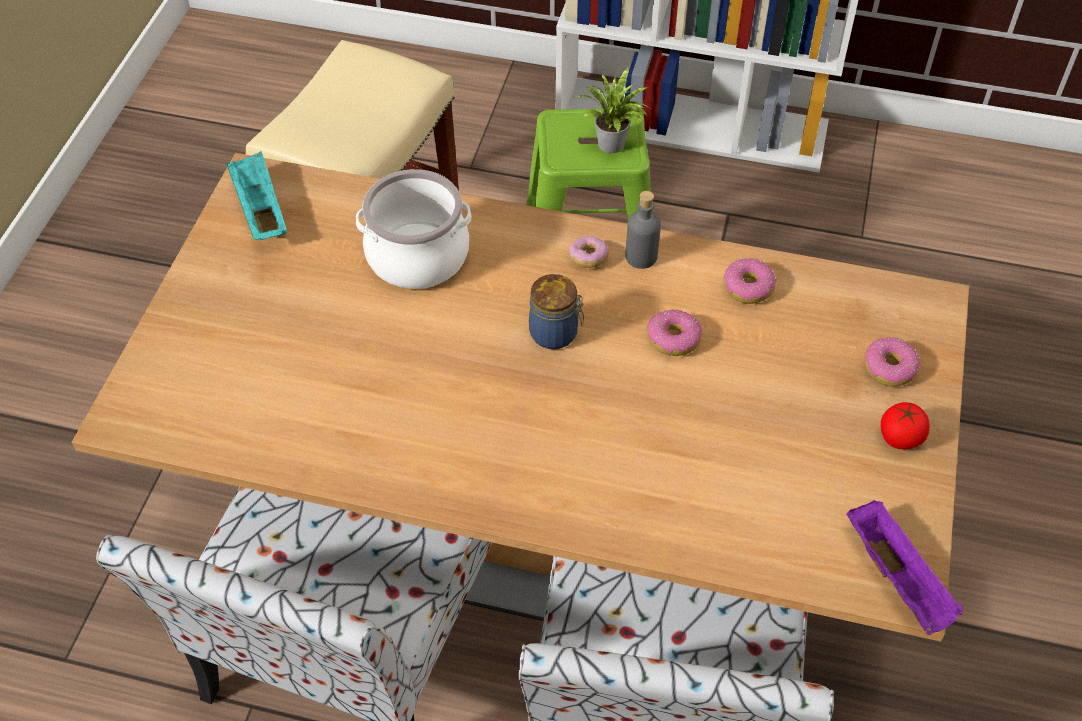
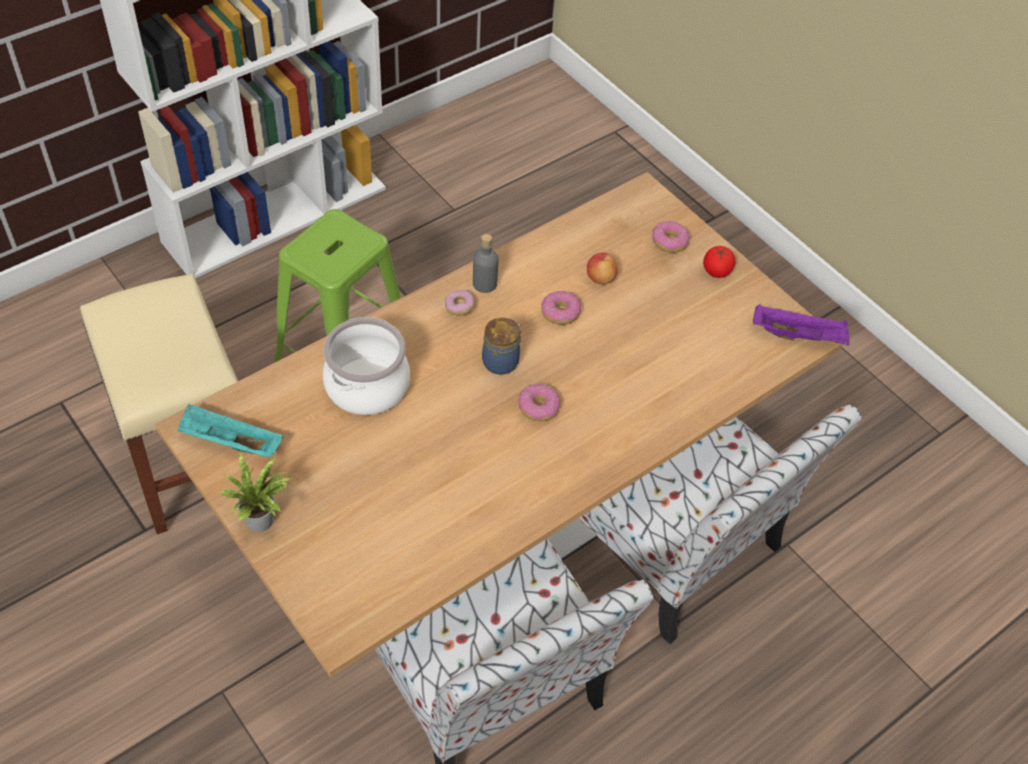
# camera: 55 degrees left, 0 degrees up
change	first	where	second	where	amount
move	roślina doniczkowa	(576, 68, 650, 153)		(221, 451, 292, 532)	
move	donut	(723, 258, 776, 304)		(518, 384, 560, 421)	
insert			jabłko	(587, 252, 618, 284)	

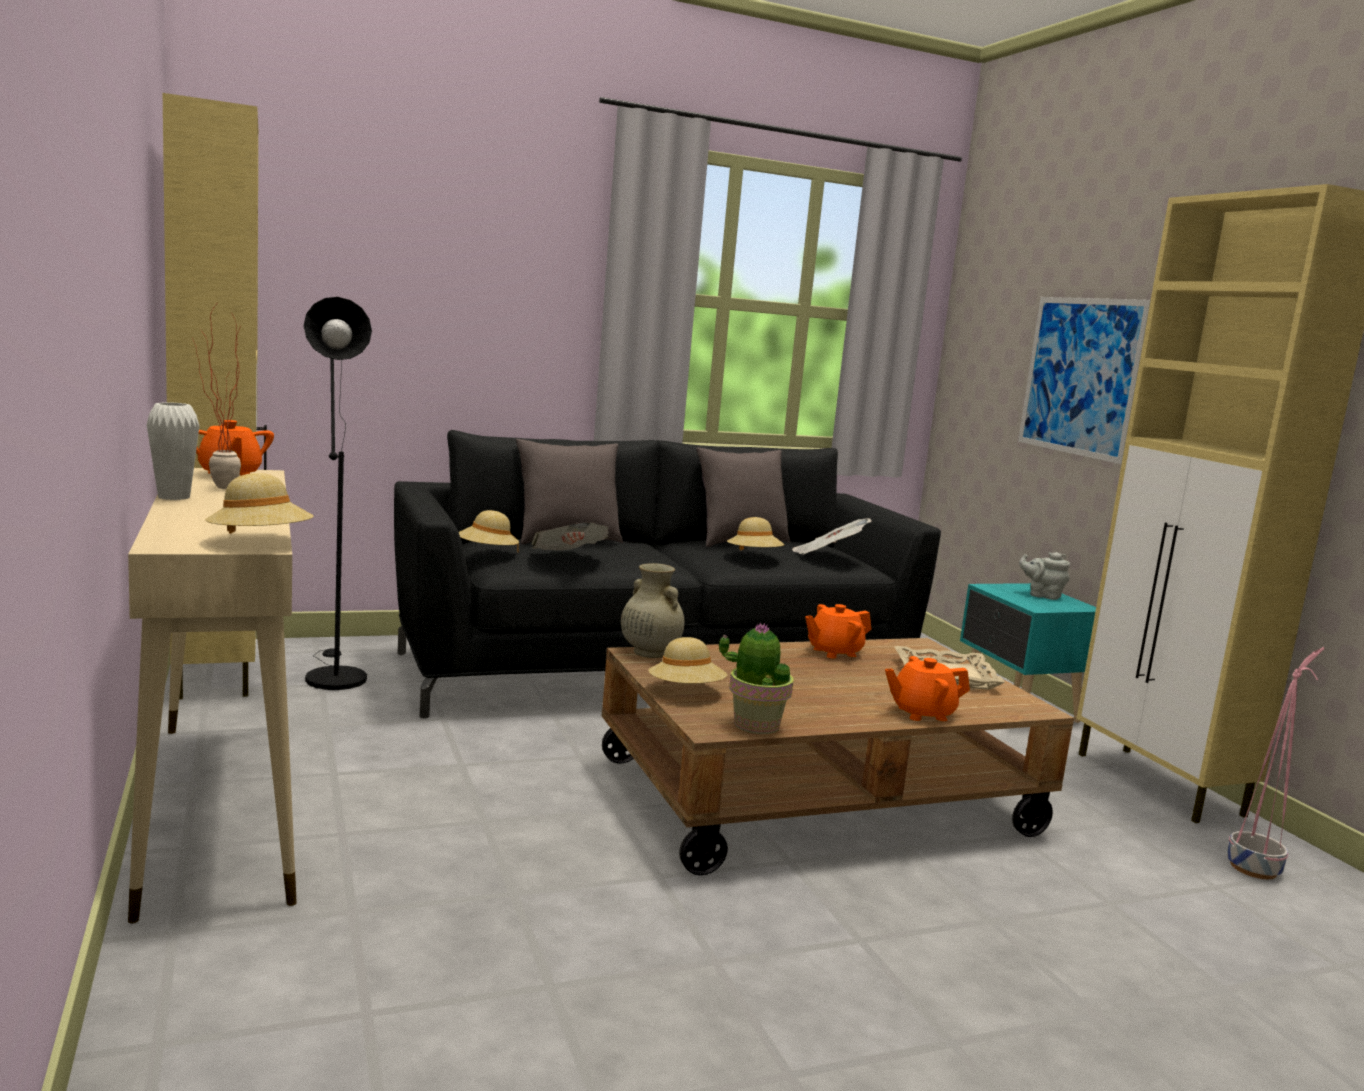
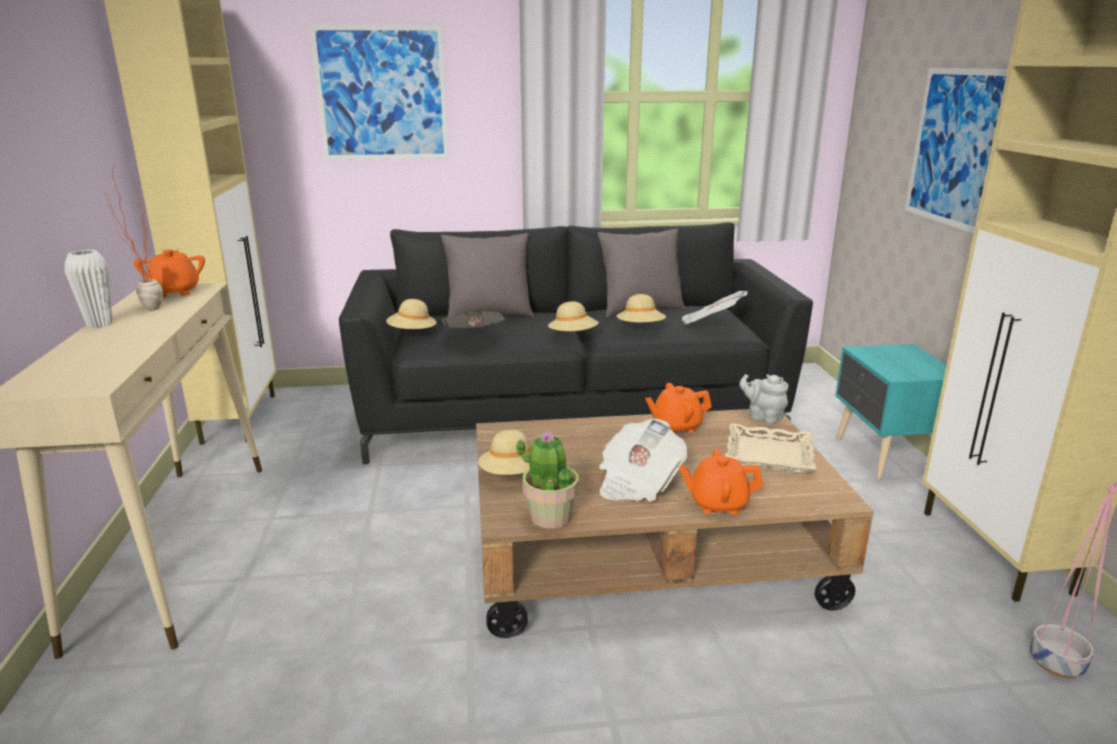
# camera: 15 degrees right, 10 degrees up
change	first	where	second	where	amount
move	kapelusz (beżowy)	(205, 473, 314, 534)		(548, 301, 599, 331)	
delete	lampa stojąca (czarny)	(304, 297, 372, 690)			
delete	wazon (beżowy)	(621, 563, 685, 658)			
move	imbryk (szary)	(1019, 552, 1070, 600)		(739, 374, 789, 424)	
insert			obraz	(309, 25, 449, 160)	
insert			gazeta	(599, 419, 687, 501)	

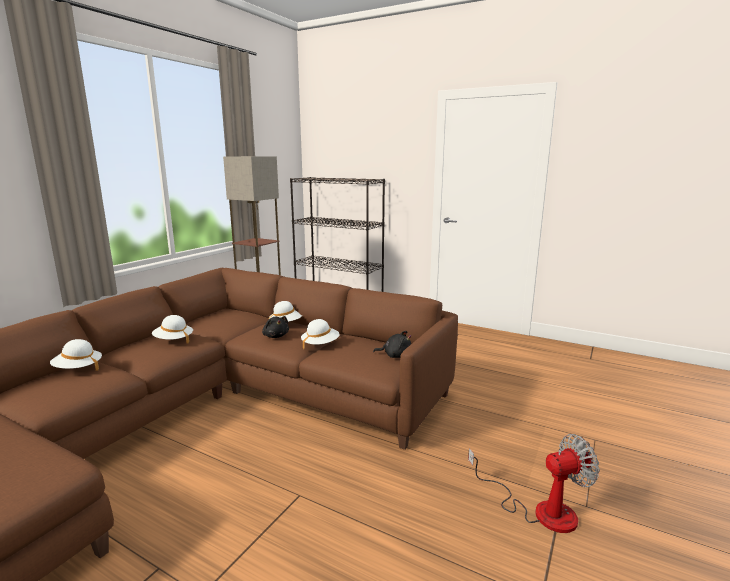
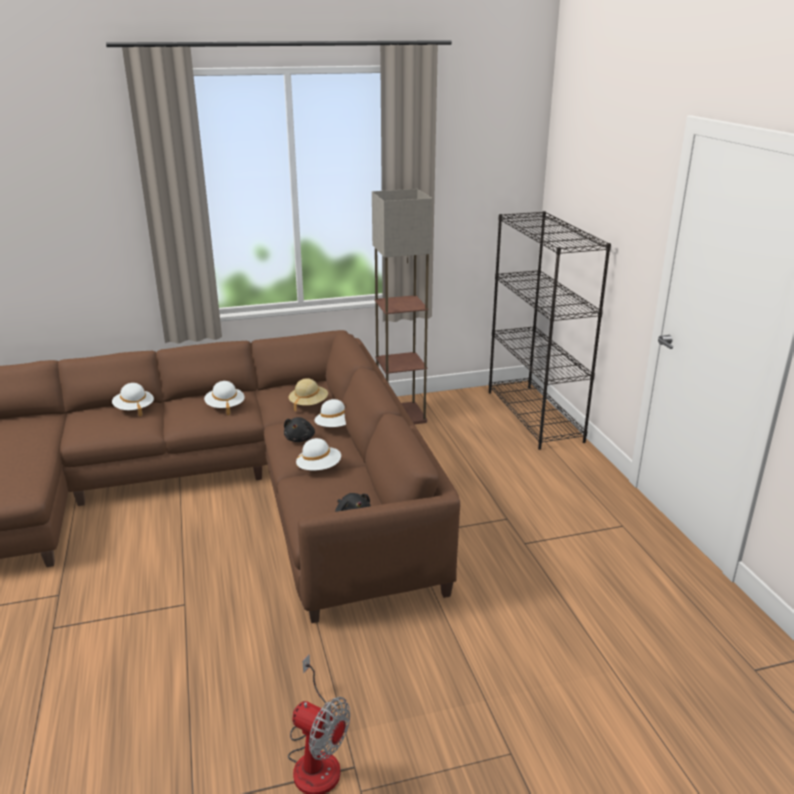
# camera: 45 degrees right, 10 degrees up
change	first	where	second	where	amount
insert			kapelusz (beżowy)	(289, 378, 328, 411)	

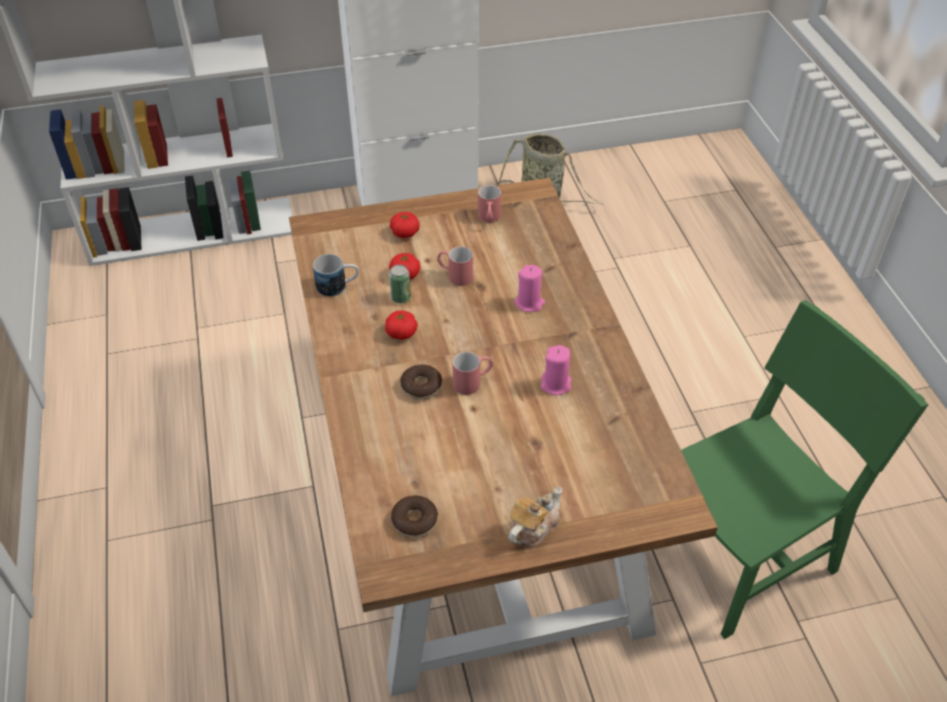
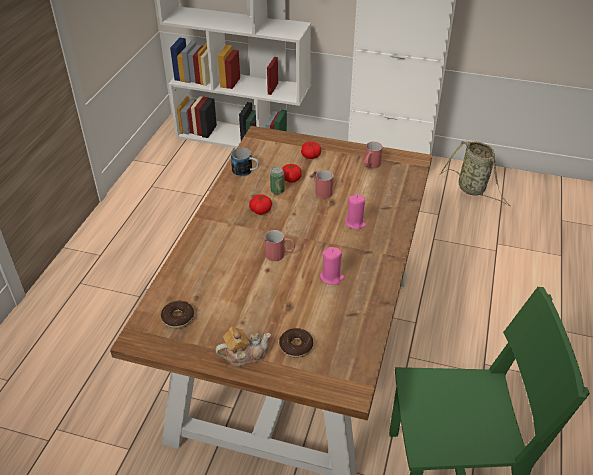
# camera: 30 degrees right, 5 degrees down
change	first	where	second	where	amount
move	donut	(400, 364, 442, 399)		(279, 328, 313, 358)	

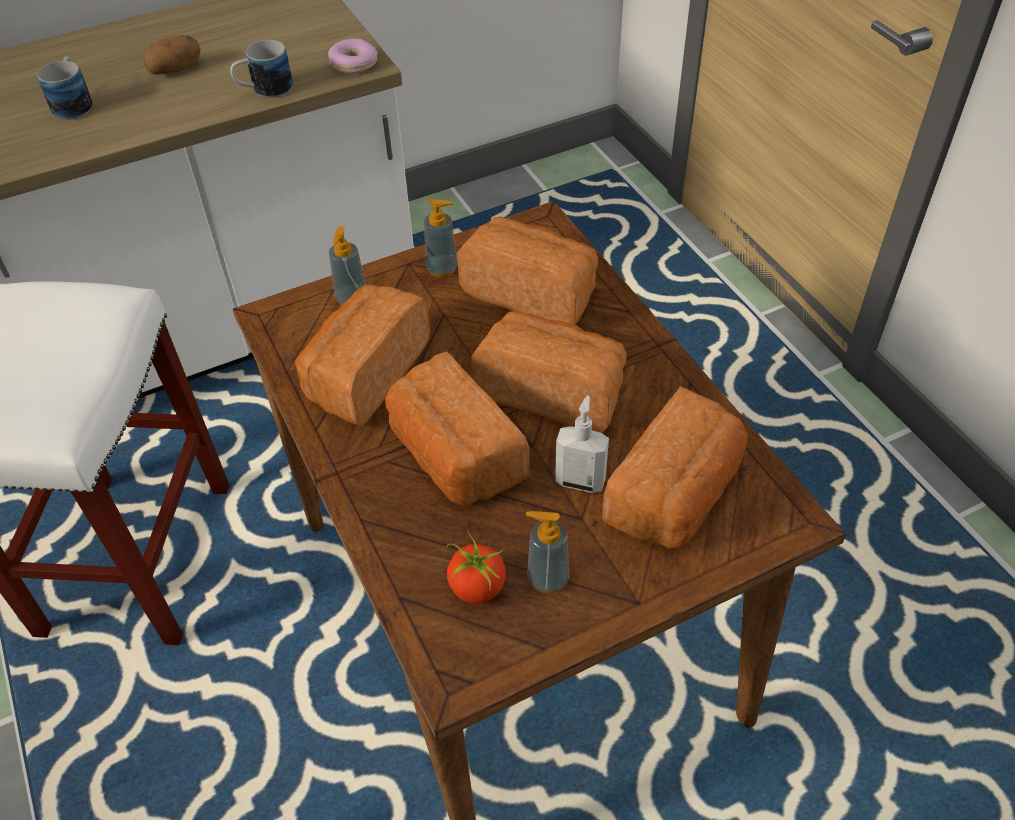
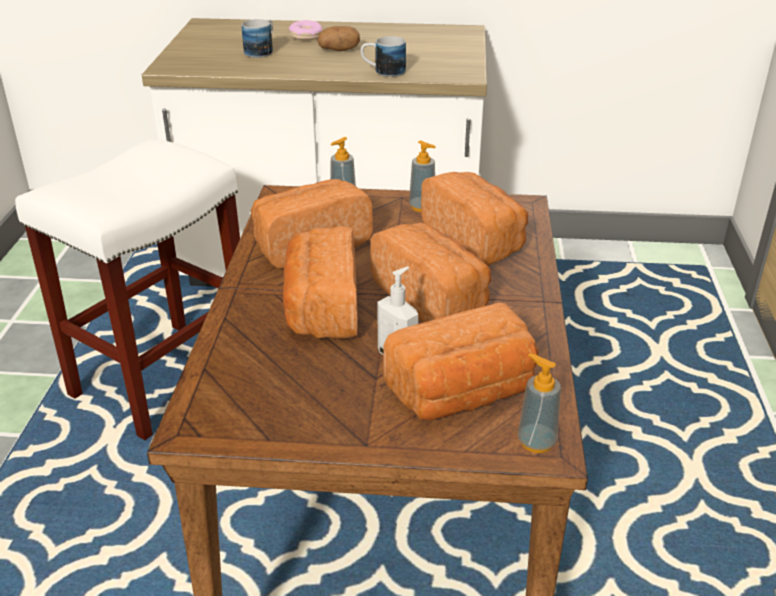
# camera: 30 degrees right, 15 degrees down
change	first	where	second	where	amount
move	donut	(328, 39, 378, 74)		(289, 20, 322, 40)	
delete	pomidor	(447, 530, 506, 604)			
move	dozownik mydła	(526, 511, 569, 593)		(518, 353, 561, 453)	

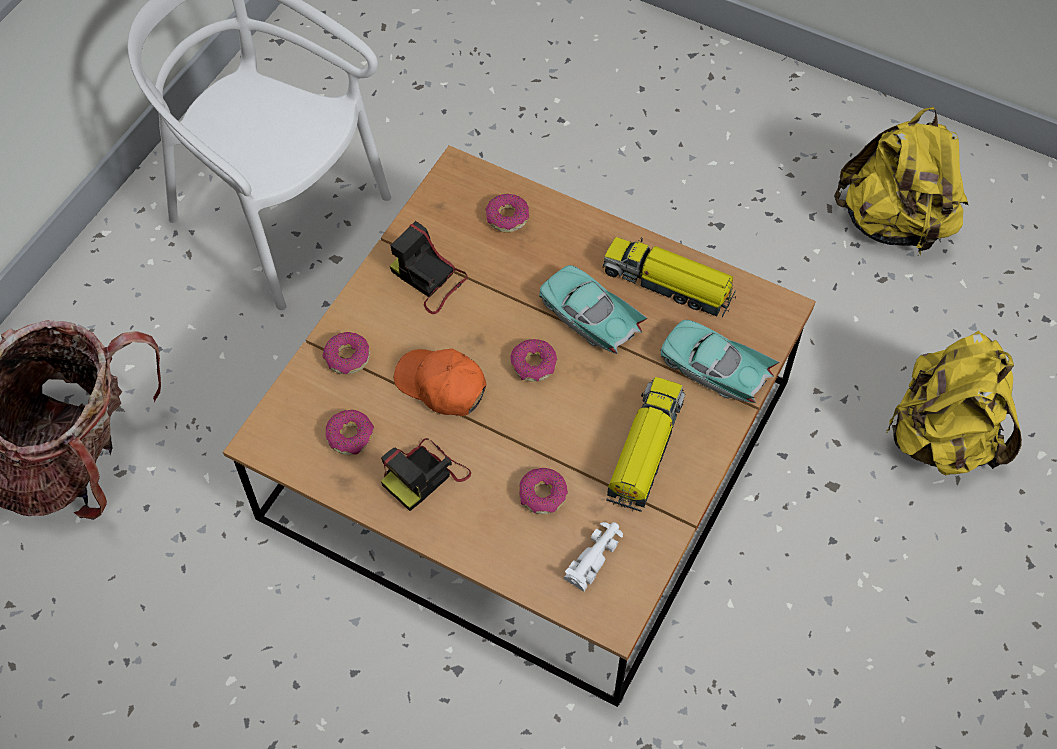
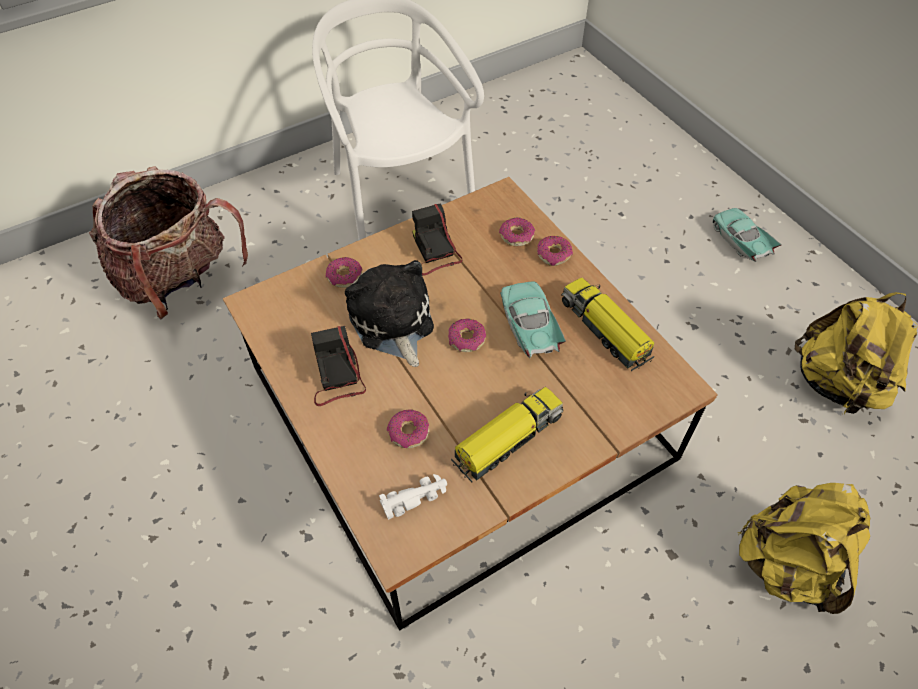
# camera: 30 degrees right, 5 degrees down
change	first	where	second	where	amount
move	donut	(326, 410, 374, 455)		(537, 236, 573, 266)	
rotate	aparat fotograficzny	(381, 438, 471, 511)		(311, 326, 366, 406)	90 degrees clockwise
replace	czapka z daszkiem (pomarańczowy)	(394, 349, 486, 416)	pluszak	(345, 260, 434, 367)	
move	samochodzik (turkusowy)	(660, 320, 780, 403)		(713, 208, 781, 262)	

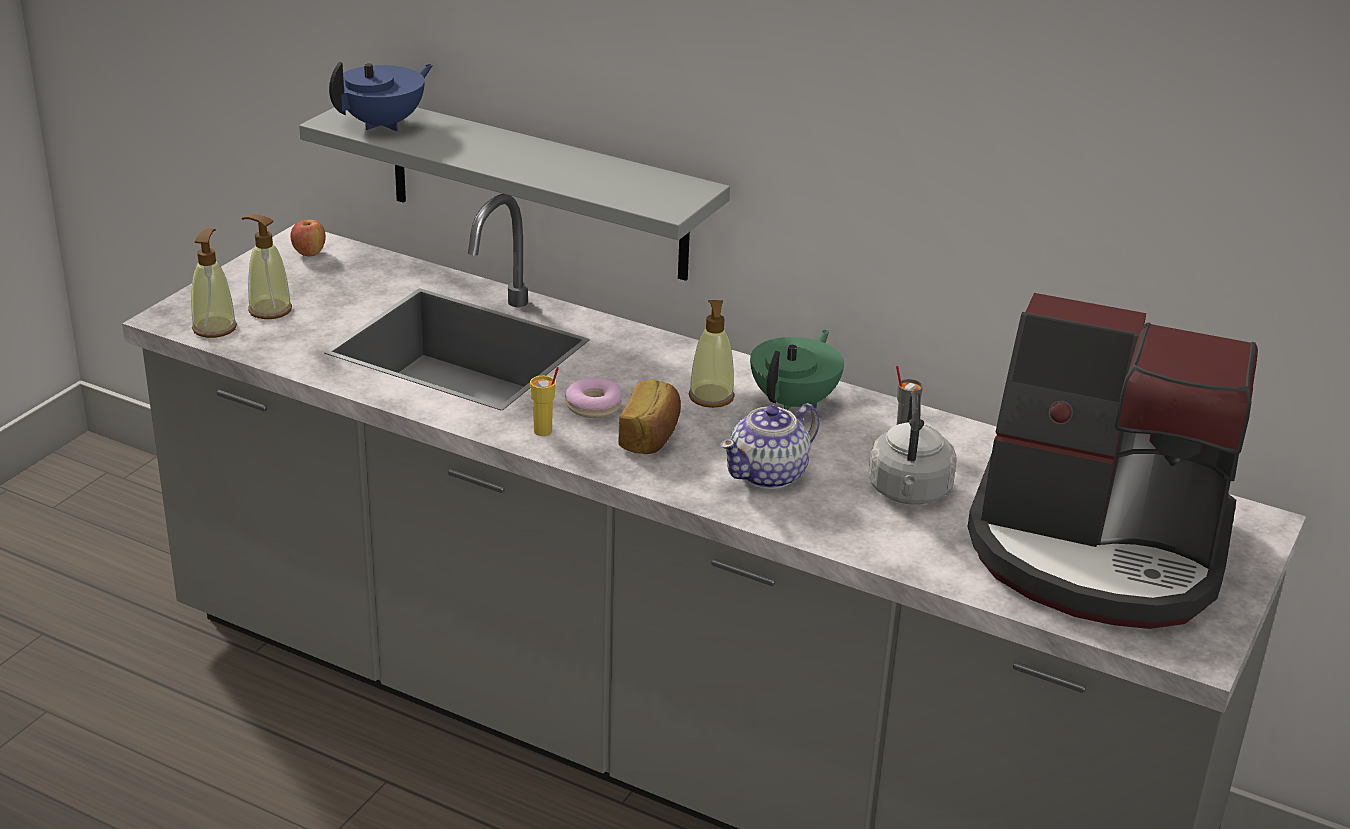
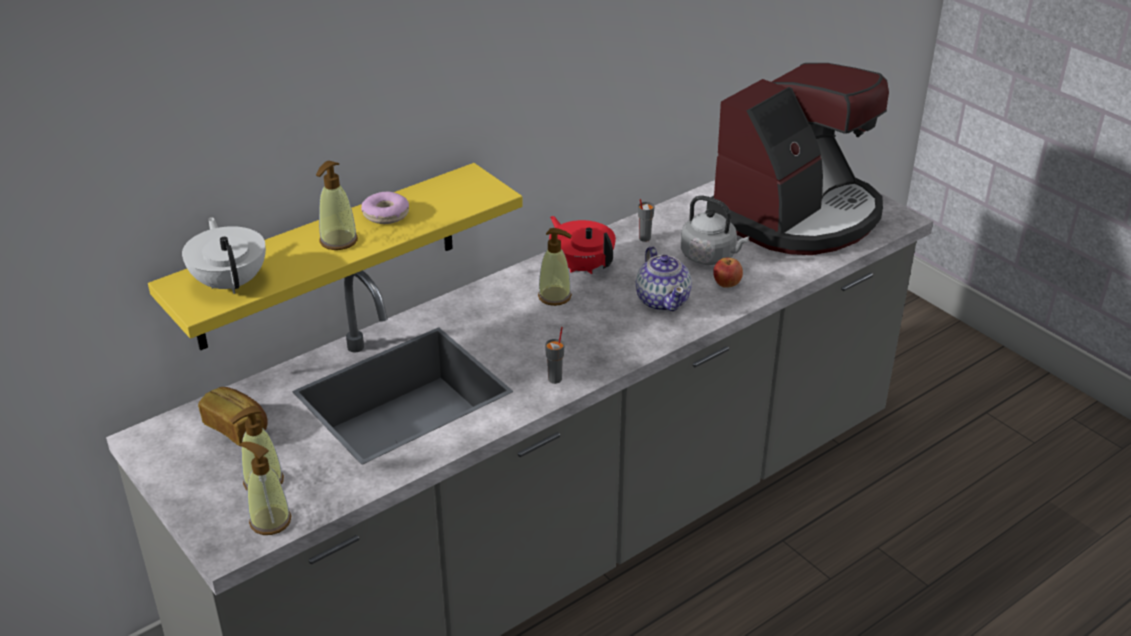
# camera: 65 degrees left, 5 degrees up
change	first	where	second	where	amount
move	jabłko	(290, 219, 326, 257)		(713, 258, 743, 288)	
recolor	półka (szary)	(299, 107, 730, 281)	półka (żółty)	(148, 163, 523, 350)	
recolor	imbryk (niebieski)	(329, 61, 433, 131)	imbryk (biały)	(182, 217, 266, 294)	
recolor	filiżanka (żółty)	(530, 367, 559, 436)	filiżanka (szary)	(545, 327, 565, 384)	
move	donut	(565, 378, 622, 418)		(361, 192, 409, 224)	
move	chleb	(618, 380, 681, 454)		(198, 387, 268, 446)	
recolor	imbryk (zielony)	(750, 329, 844, 410)	imbryk (czerwony)	(549, 216, 616, 274)	
insert			dozownik mydła	(316, 161, 358, 250)	

